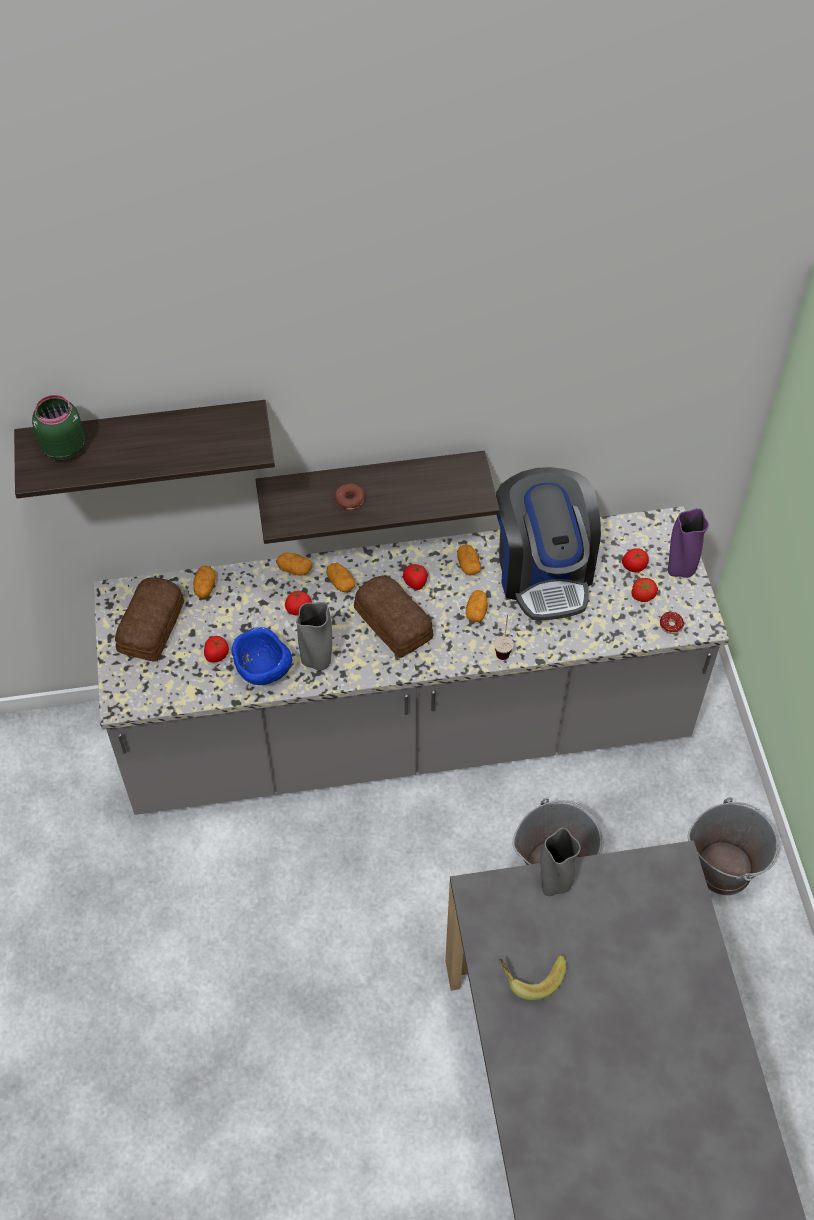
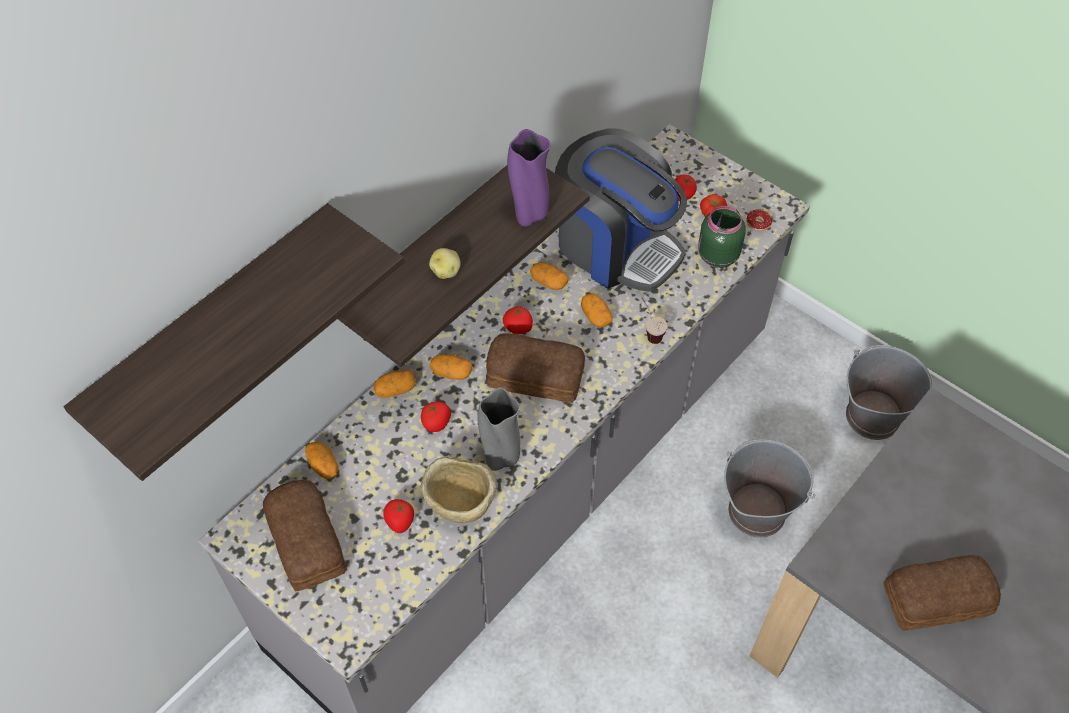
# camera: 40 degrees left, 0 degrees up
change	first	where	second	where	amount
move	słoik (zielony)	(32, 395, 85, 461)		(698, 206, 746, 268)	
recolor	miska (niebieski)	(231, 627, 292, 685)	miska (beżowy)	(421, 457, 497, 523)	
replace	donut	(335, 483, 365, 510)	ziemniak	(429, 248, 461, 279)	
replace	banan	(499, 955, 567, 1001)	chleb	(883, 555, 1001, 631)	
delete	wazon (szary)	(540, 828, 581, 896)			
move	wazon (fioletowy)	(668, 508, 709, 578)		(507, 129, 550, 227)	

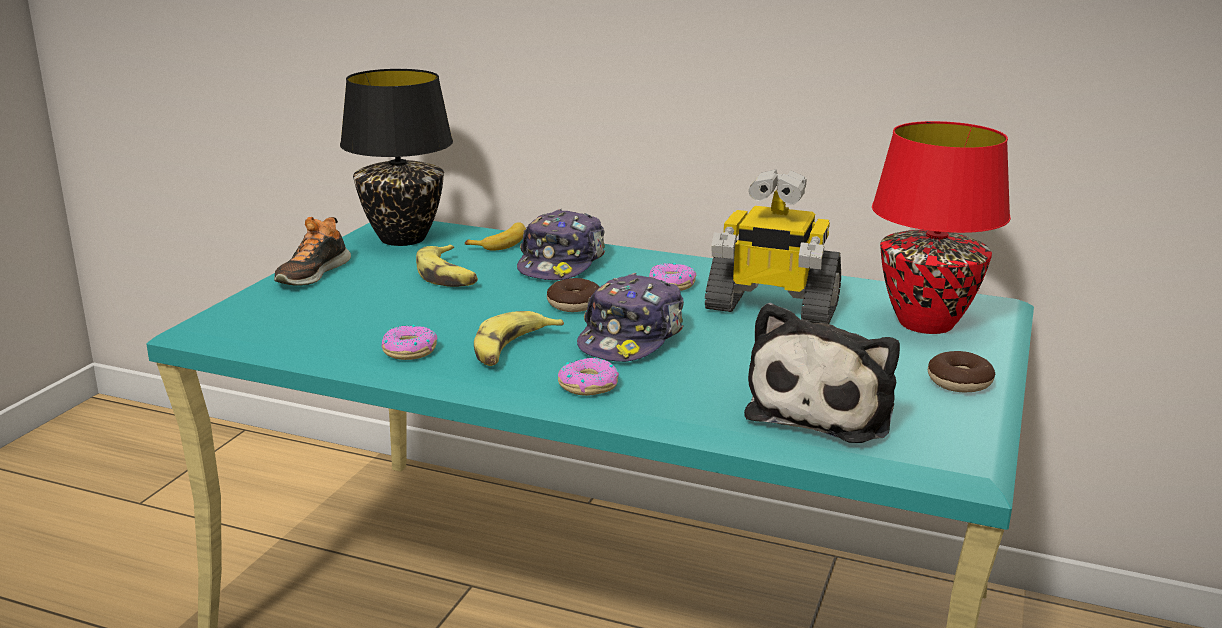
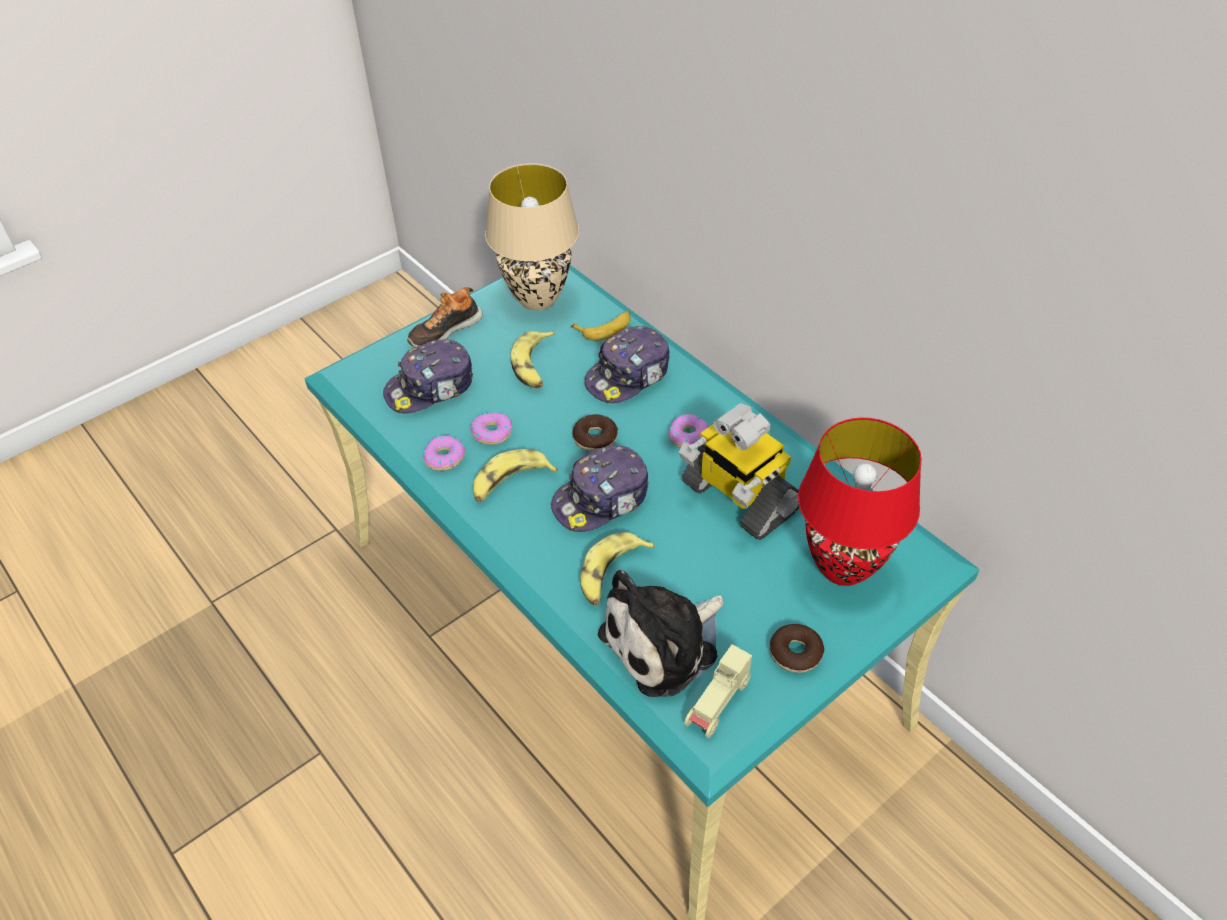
# camera: 30 degrees right, 25 degrees up
change	first	where	second	where	amount
recolor	lampa stołowa (czarny)	(340, 69, 453, 246)	lampa stołowa (beżowy)	(485, 163, 579, 311)	
move	donut	(558, 358, 619, 396)		(470, 412, 512, 445)	
insert			czapka z daszkiem	(383, 340, 473, 413)	
insert			banan	(580, 532, 655, 605)	
insert			samochodzik (beżowy)	(684, 644, 752, 738)	

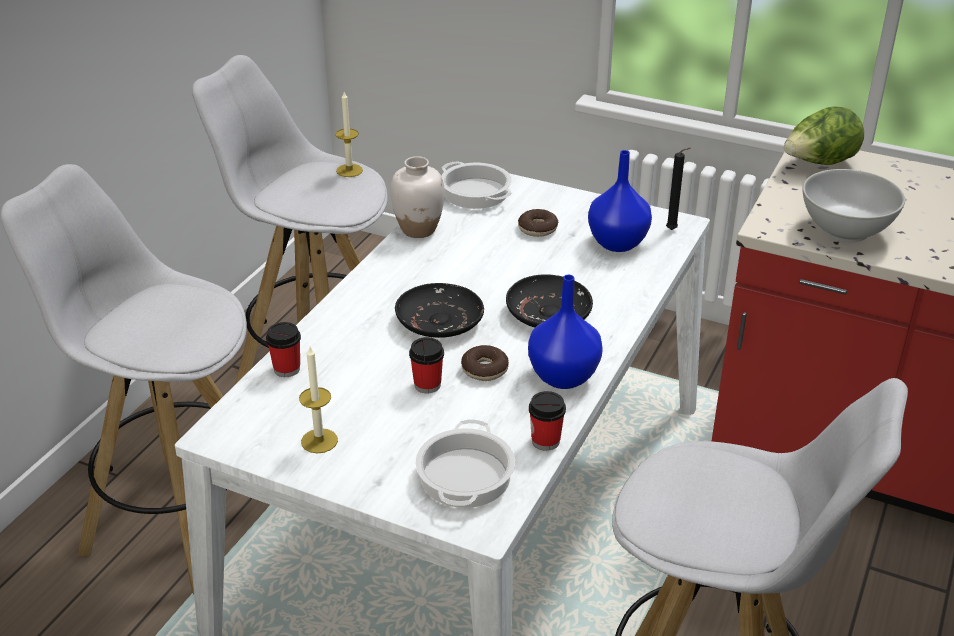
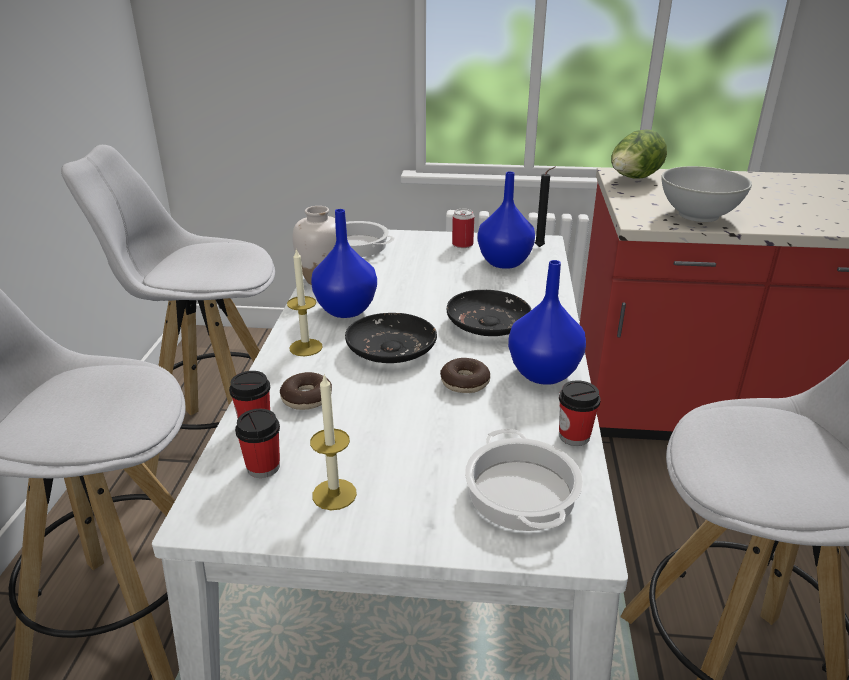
# camera: 20 degrees left, 5 degrees down
change	first	where	second	where	amount
move	świeca	(335, 92, 363, 177)		(287, 248, 323, 356)	
move	filiżanka	(409, 337, 444, 393)		(235, 409, 280, 478)	
move	donut	(518, 209, 558, 237)		(280, 372, 332, 410)	
insert			wazon (niebieski)	(311, 209, 377, 318)	
insert			puszka	(452, 209, 474, 248)	

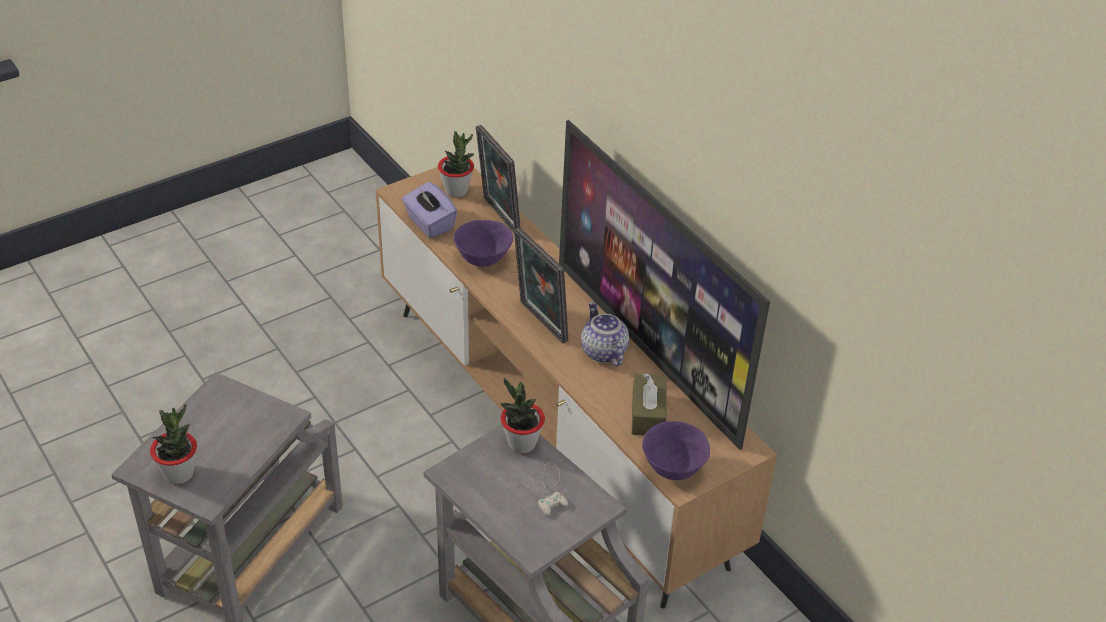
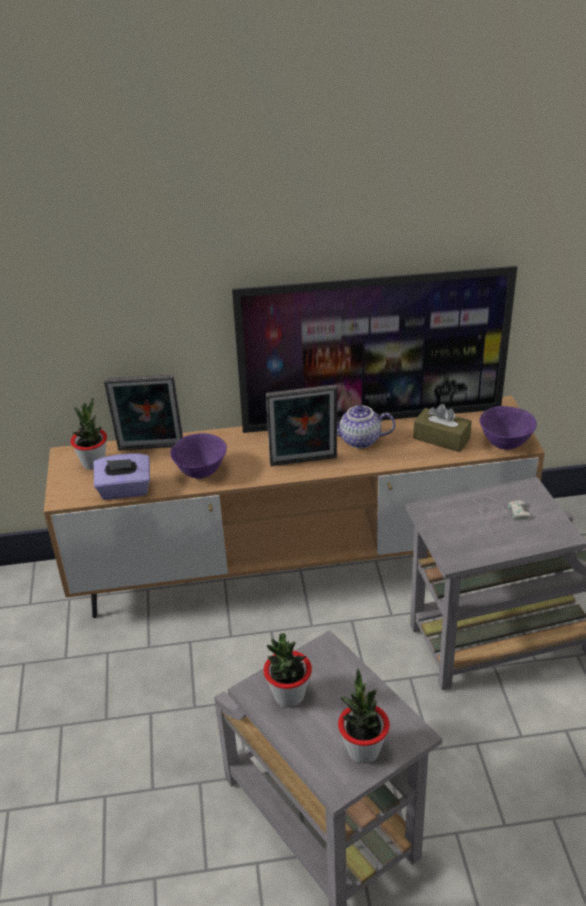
# camera: 60 degrees left, 5 degrees down
change	first	where	second	where	amount
move	roślina doniczkowa	(500, 378, 545, 453)		(263, 633, 312, 707)	

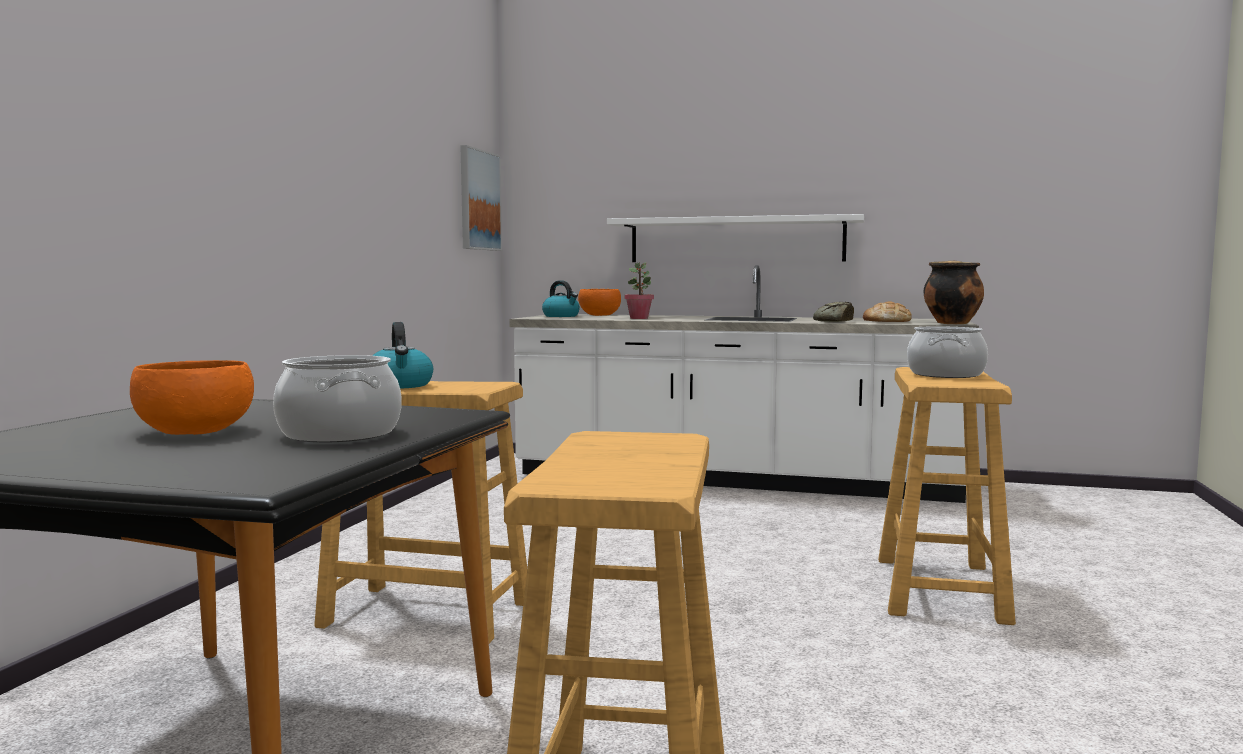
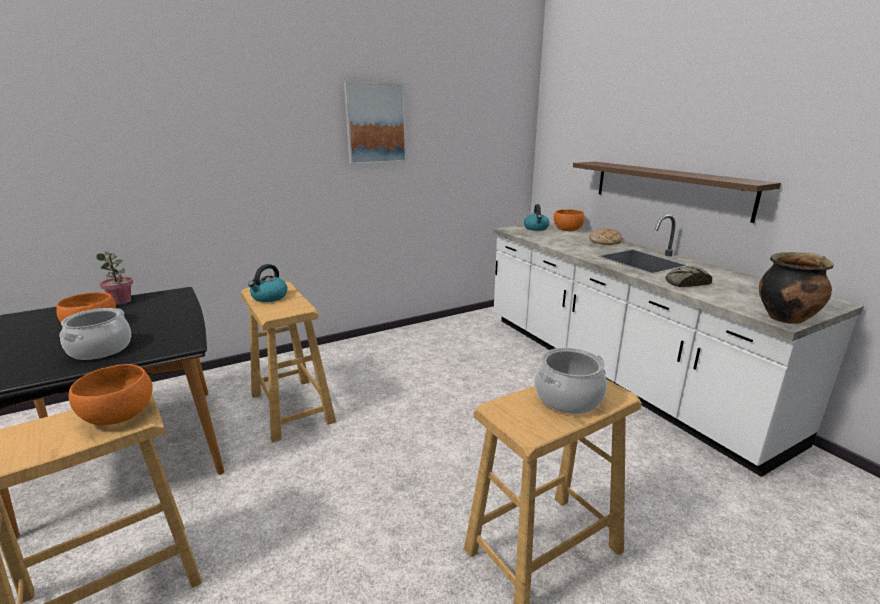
# camera: 45 degrees right, 15 degrees up
change	first	where	second	where	amount
move	obraz	(460, 145, 502, 251)		(344, 82, 407, 164)	
recolor	półka (biały)	(607, 214, 864, 262)	półka (brązowy)	(573, 162, 781, 223)	
move	roślina doniczkowa	(624, 262, 654, 319)		(96, 251, 133, 305)	
move	chleb	(863, 302, 912, 322)		(589, 229, 622, 245)	
insert			miska (pomarańczowy)	(69, 364, 152, 426)	

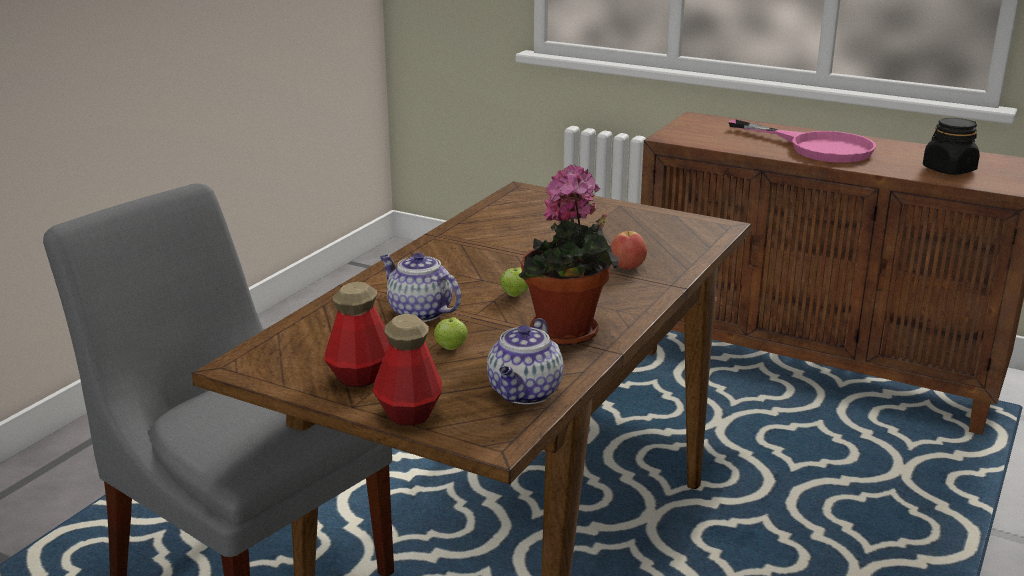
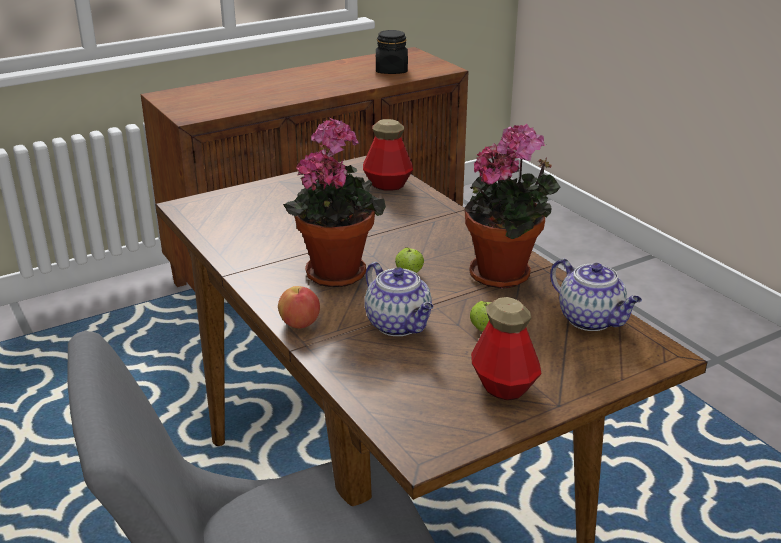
# camera: 60 degrees left, 5 degrees up
change	first	where	second	where	amount
move	butelka	(373, 314, 442, 426)		(363, 119, 413, 191)	
rotate	imbryk	(380, 252, 461, 322)		(365, 262, 433, 336)	105 degrees counterclockwise
move	jabłko	(611, 231, 647, 269)		(278, 286, 320, 329)	
delete	patelnia (różowy)	(729, 119, 876, 163)			
insert			roślina doniczkowa	(283, 118, 386, 287)	

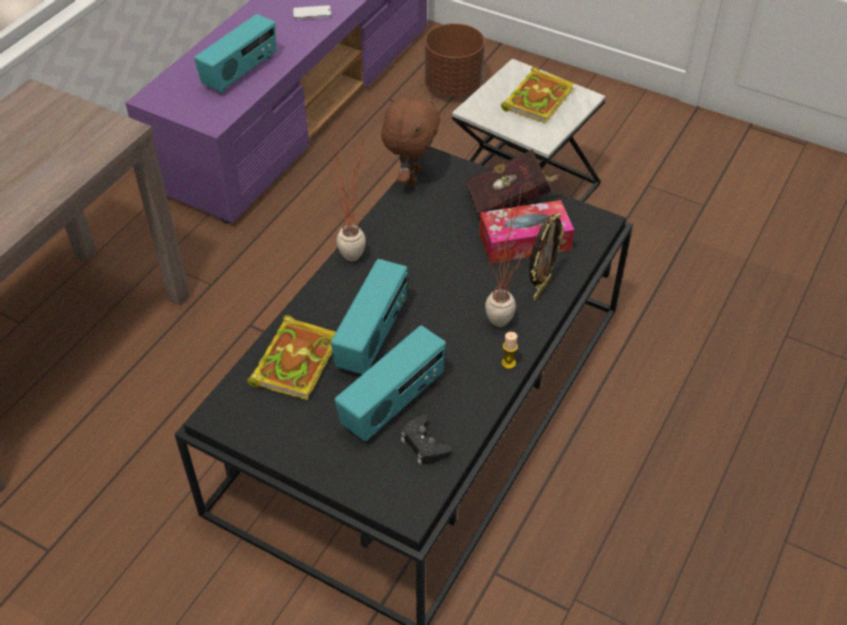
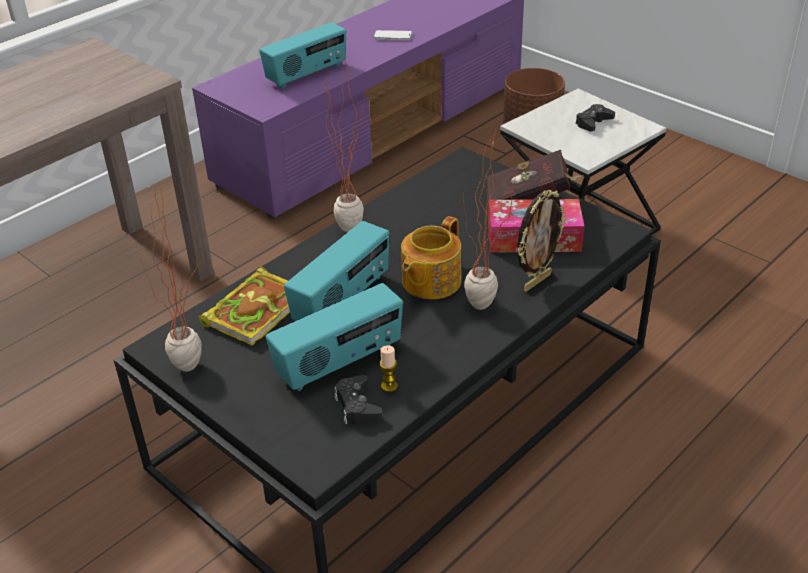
# camera: 15 degrees right, 10 degrees down
change	first	where	second	where	amount
delete	pluszak (brązowy)	(381, 96, 440, 186)			
replace	książka	(501, 67, 575, 124)	pad do gier (czarny)	(575, 104, 615, 132)	
move	świeca	(501, 332, 518, 369)		(379, 345, 398, 392)	
insert			roślina doniczkowa	(140, 189, 202, 372)	
insert			imbryk	(401, 216, 462, 299)	

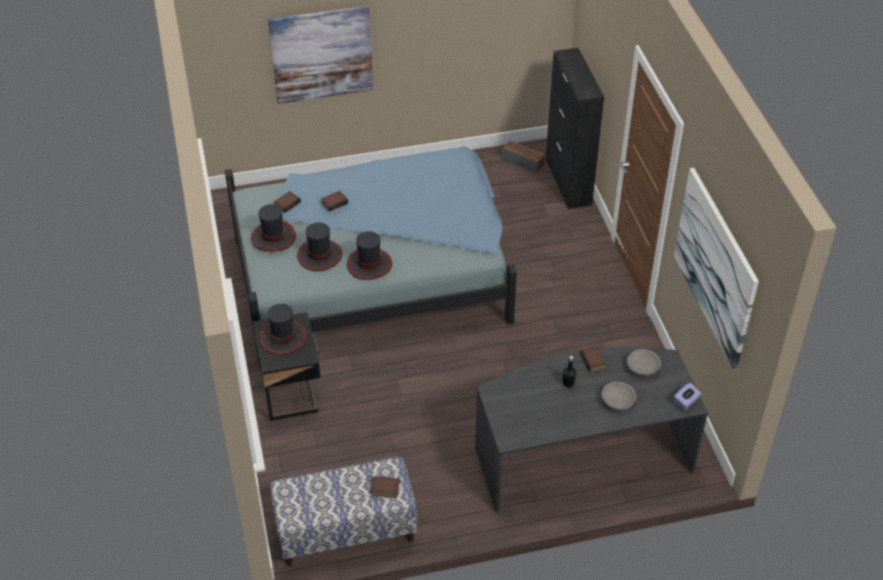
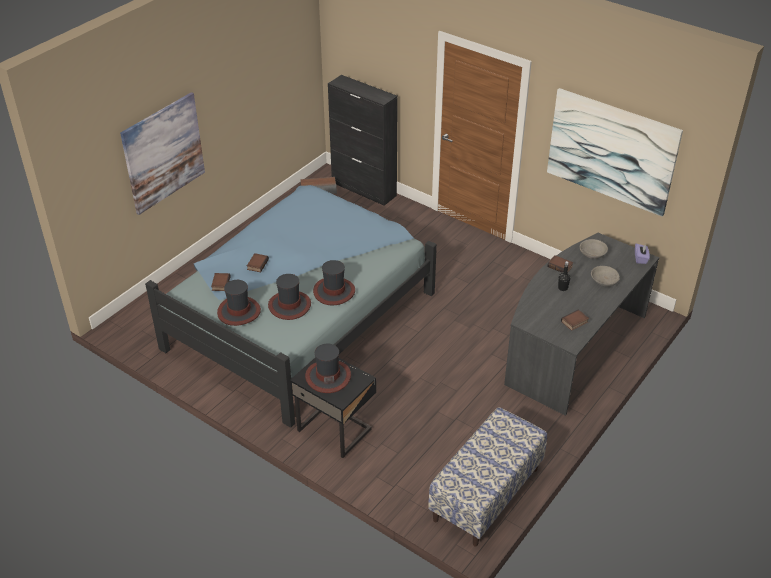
# camera: 40 degrees left, 5 degrees down
change	first	where	second	where	amount
move	książka	(371, 476, 400, 498)		(561, 310, 589, 331)	

